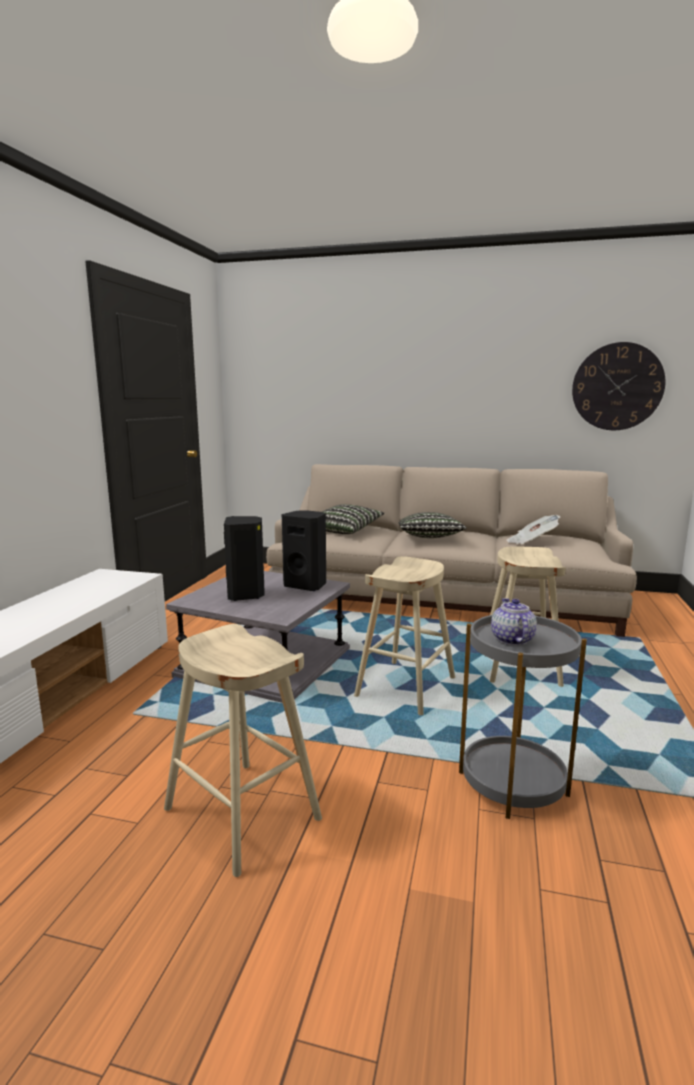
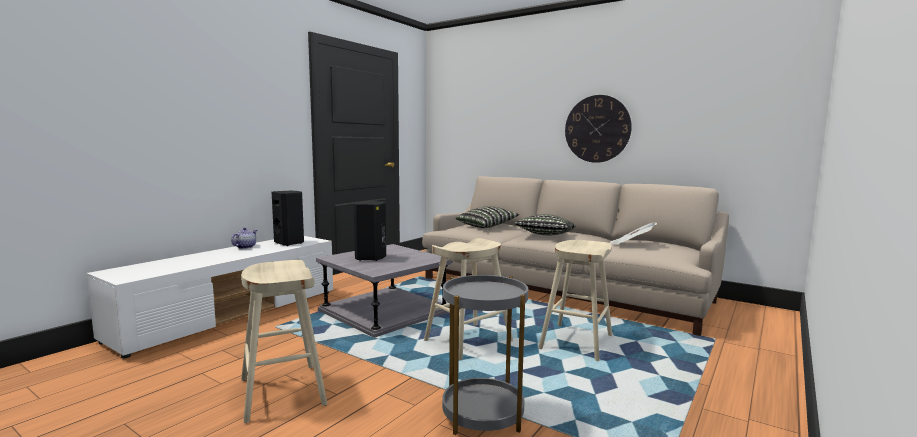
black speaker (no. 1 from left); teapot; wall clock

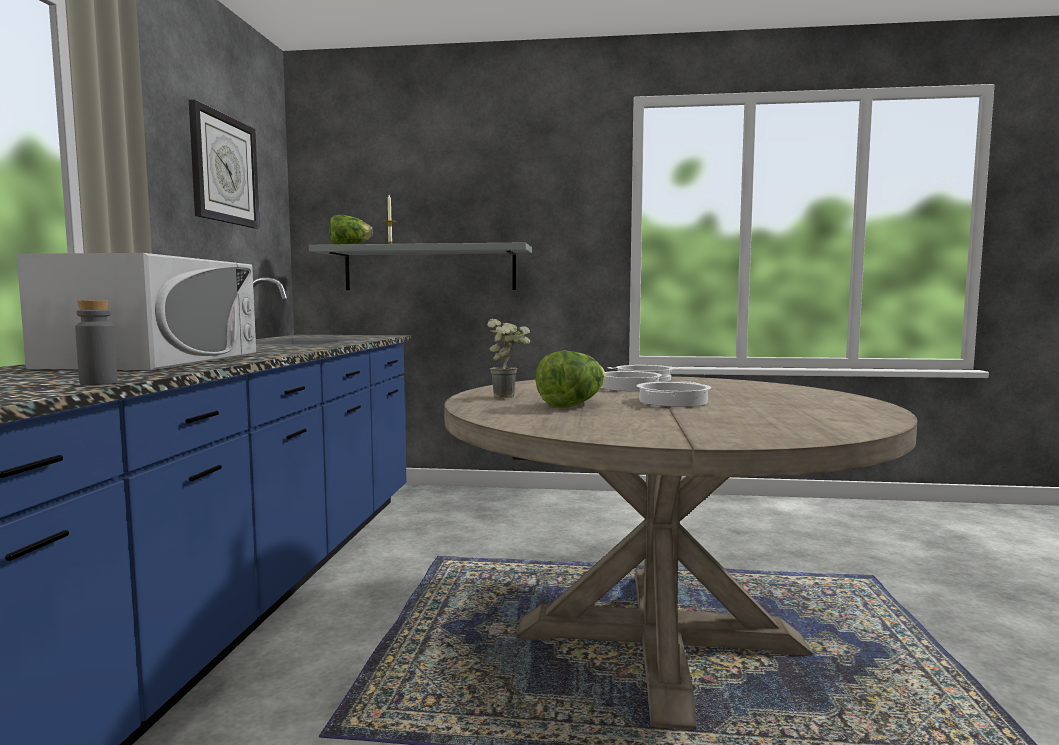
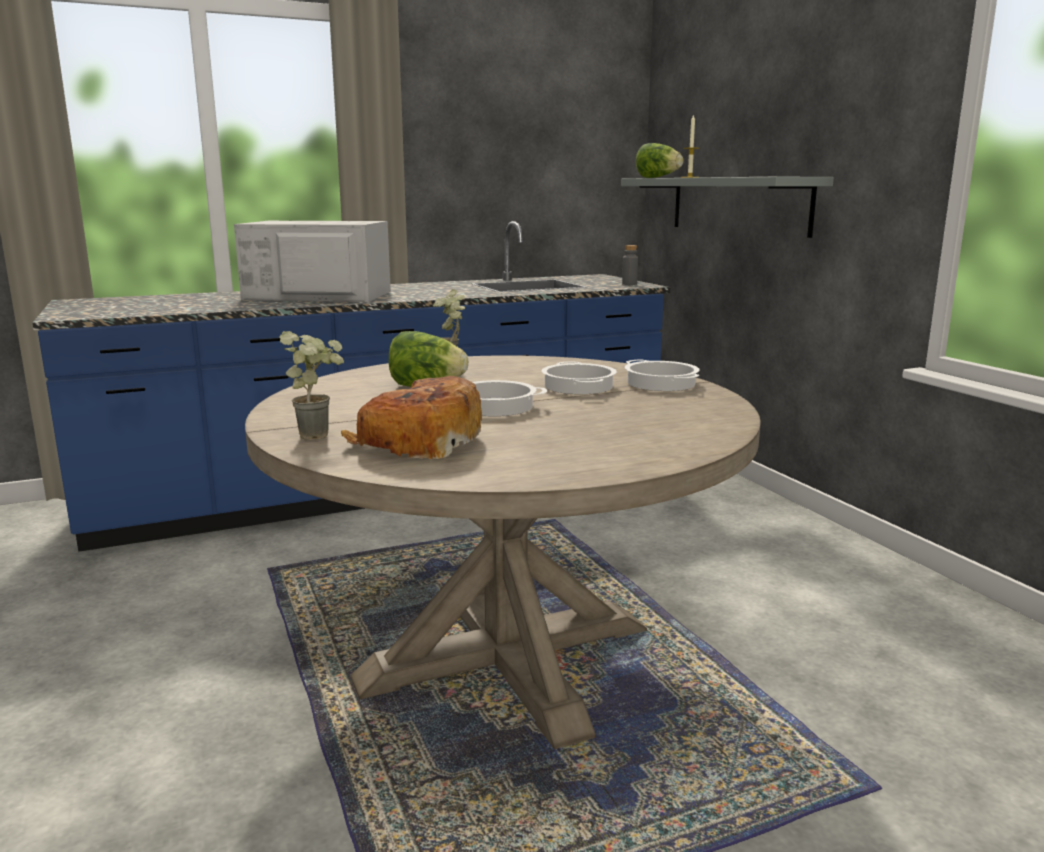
wall clock; potted plant (no. 1 from left); bread; grey bottle; white microwave

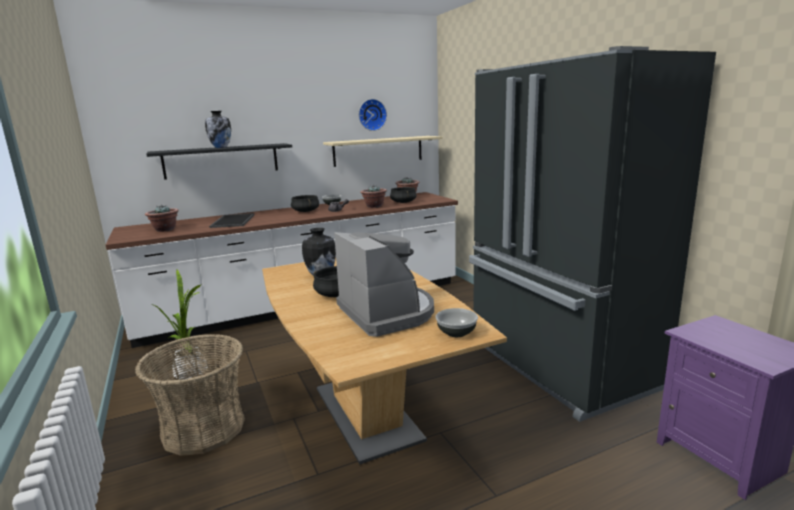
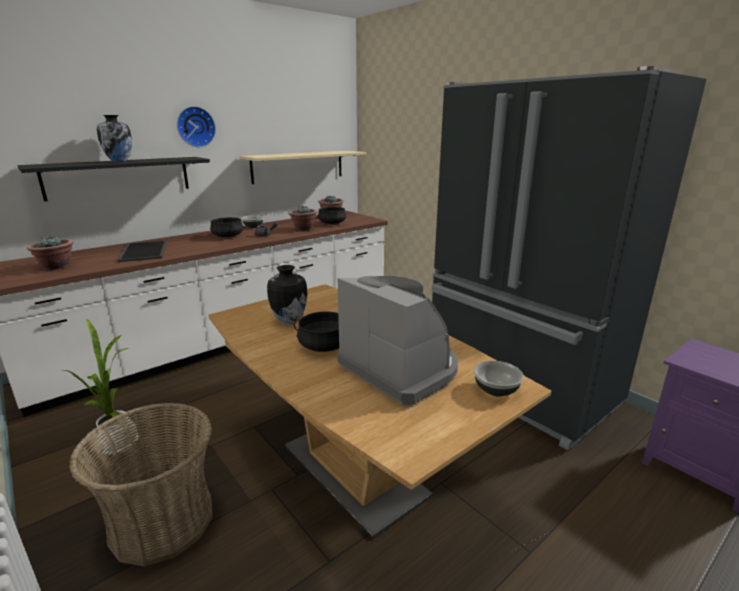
wall clock

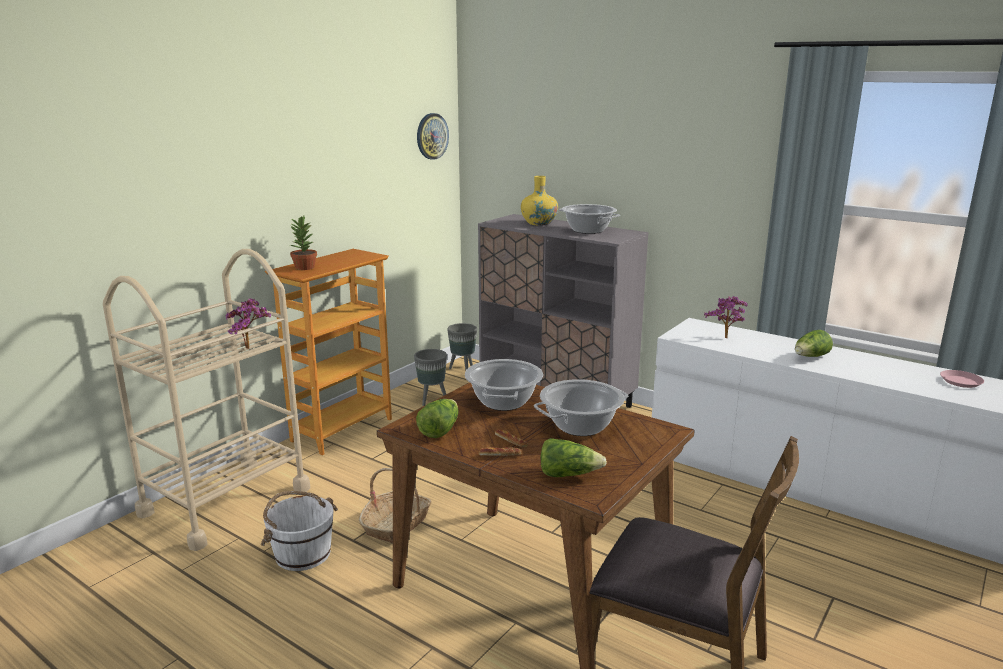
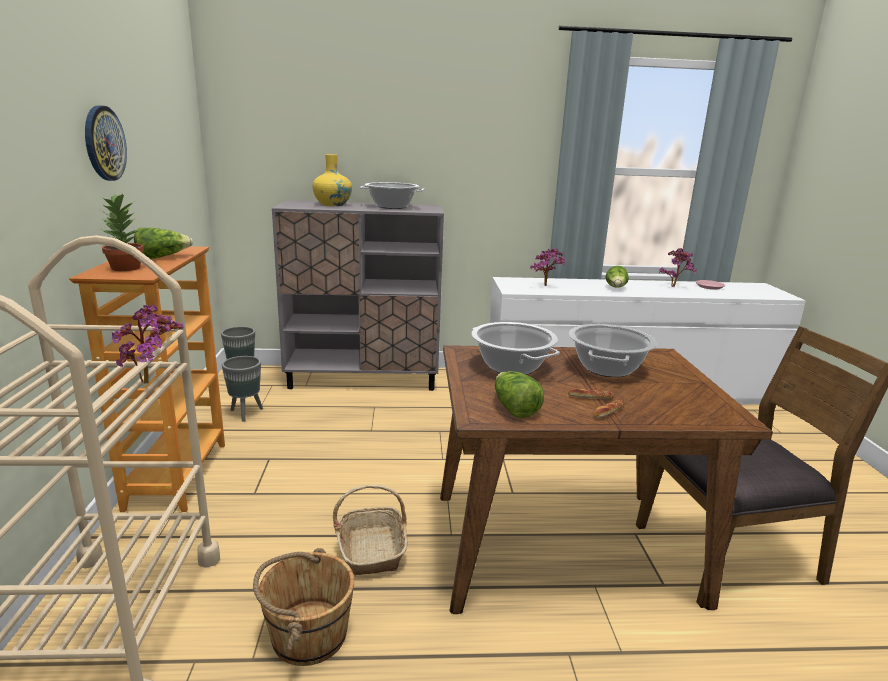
potted plant (no. 4 from left); wall clock; lettuce (no. 1 from left); brown bucket

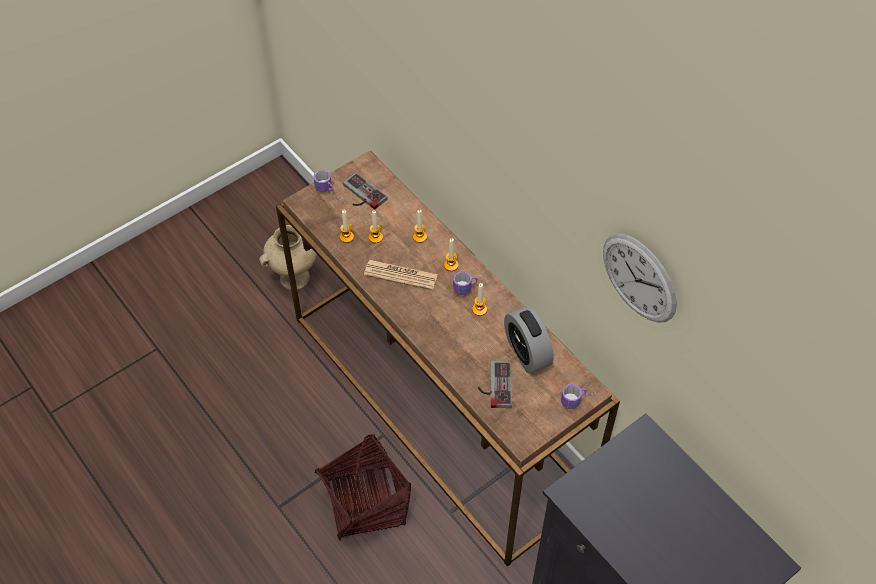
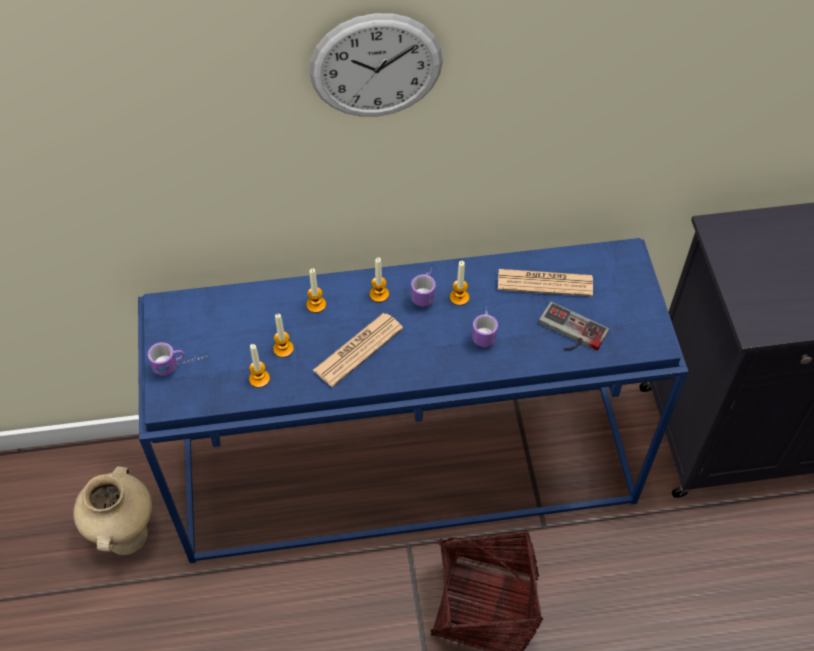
game controller (no. 1 from left in the first image); mug (no. 3 from left); wall clock; newspaper (no. 2 from left); blue console table

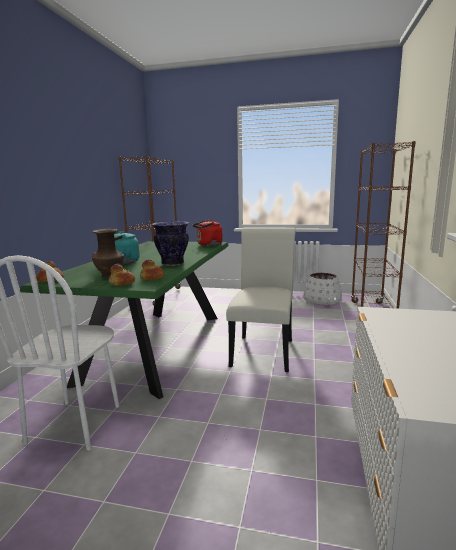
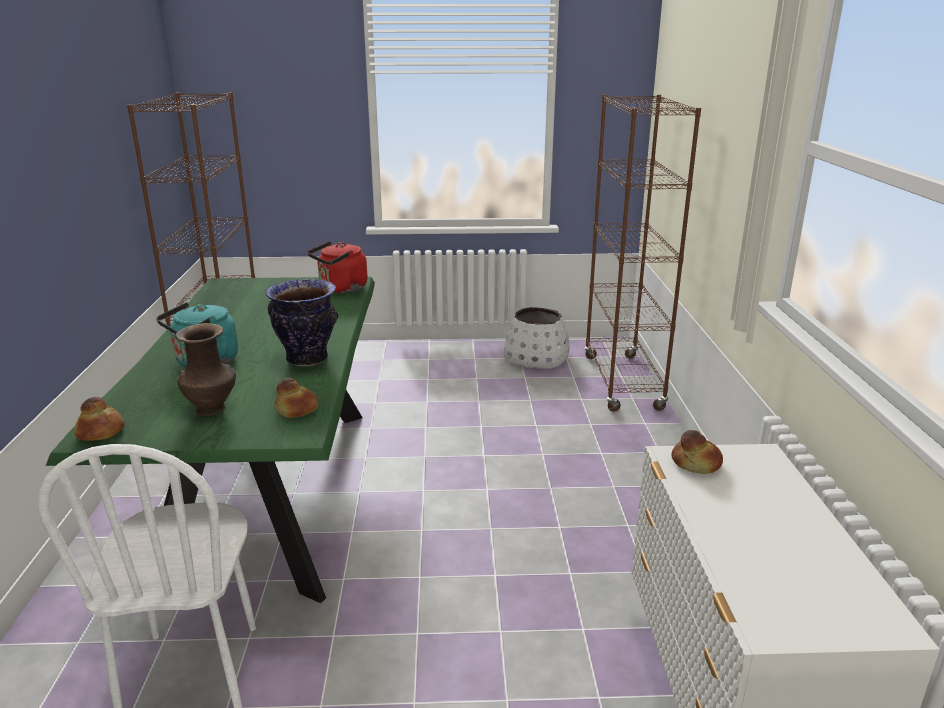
white chair (no. 2 from left in the first image); bread (no. 3 from left)

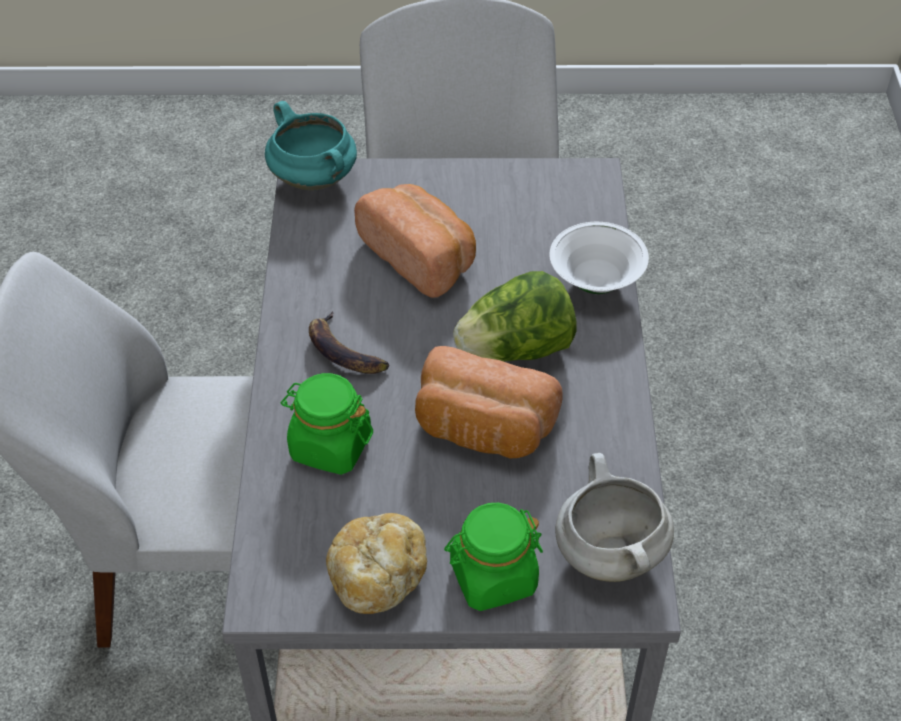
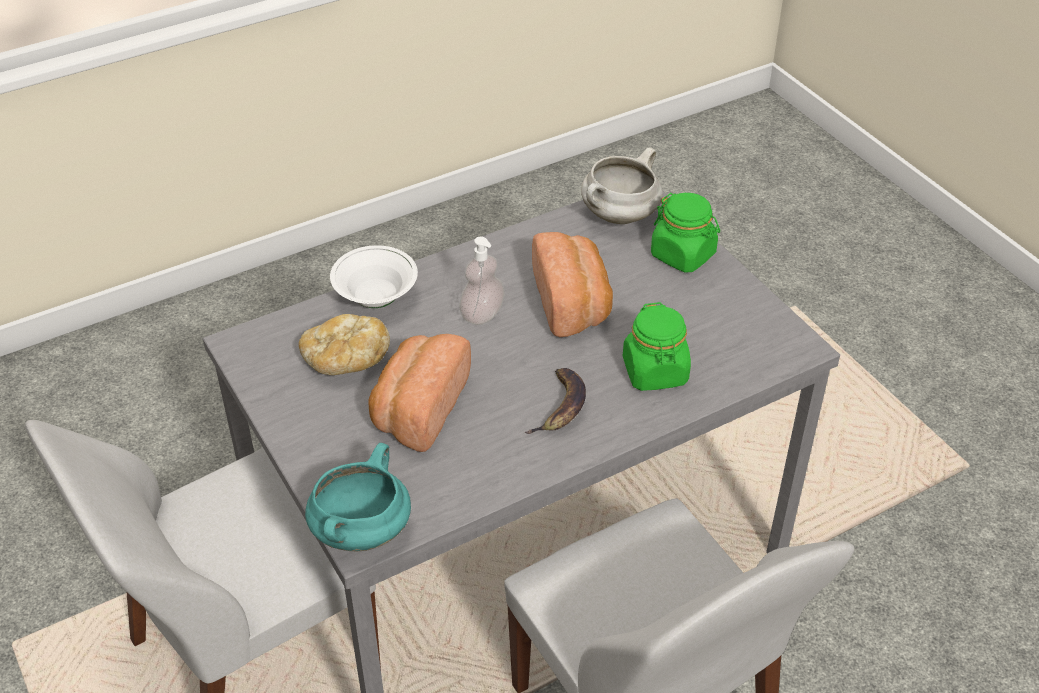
bread (no. 1 from left); soap dispenser

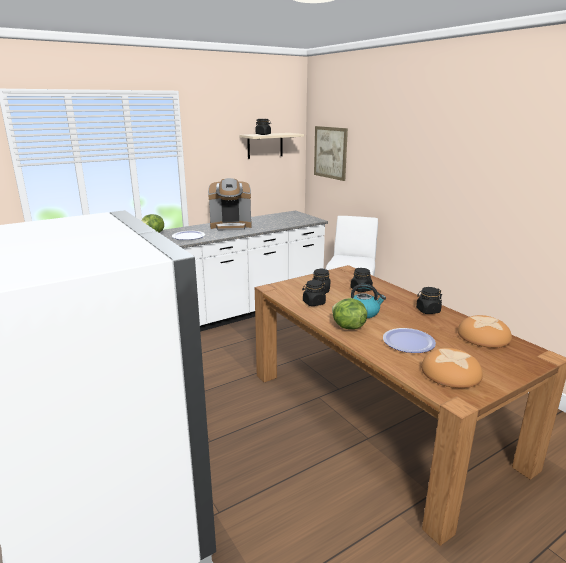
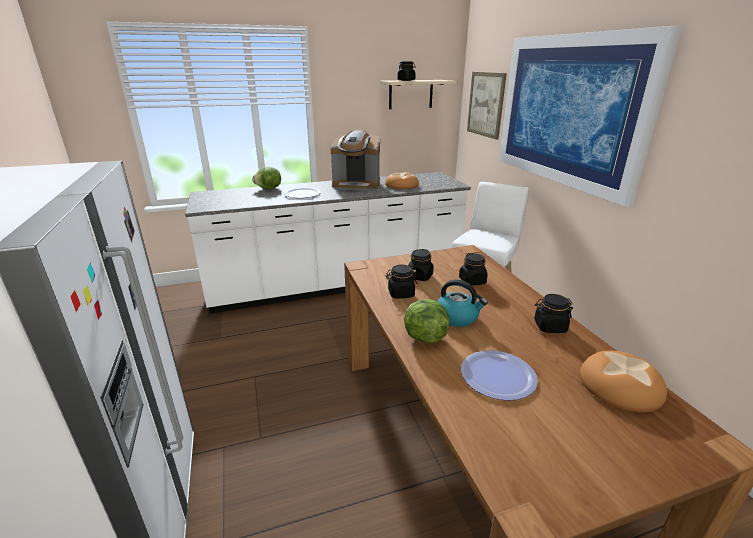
picture (no. 2 from left); bread (no. 1 from left)

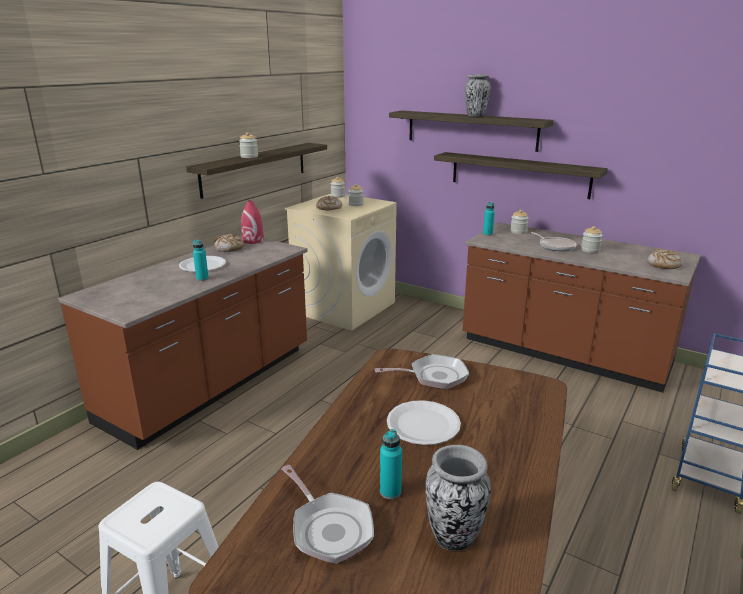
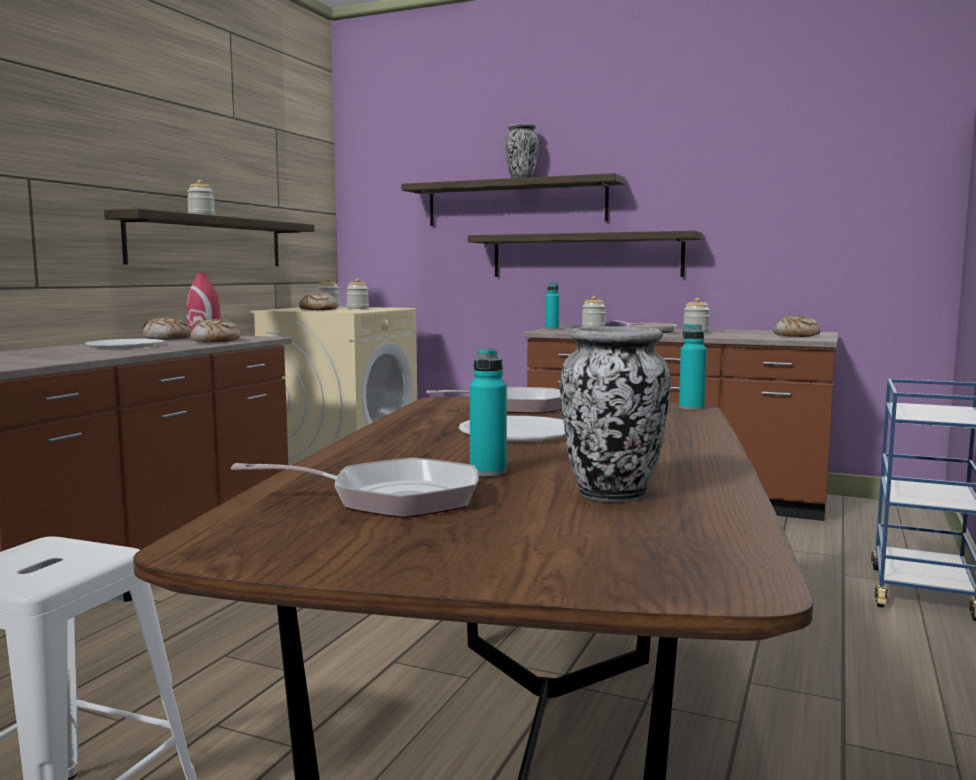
bread (no. 2 from left); turquoise bottle (no. 3 from left); frying pan (no. 1 from left)

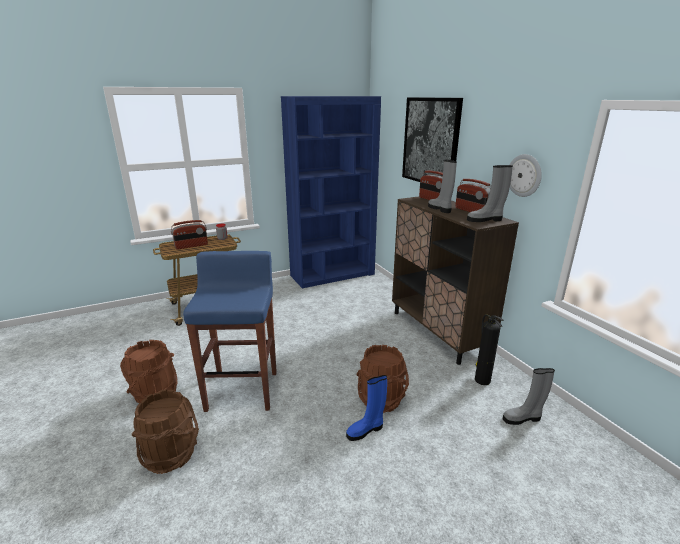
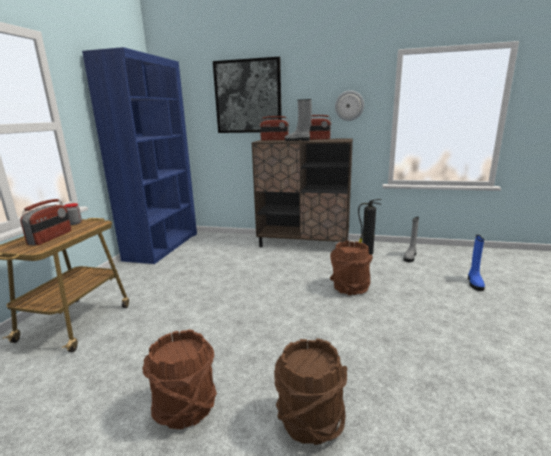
blue stool; grey boot (no. 2 from left in the first image); blue boot

